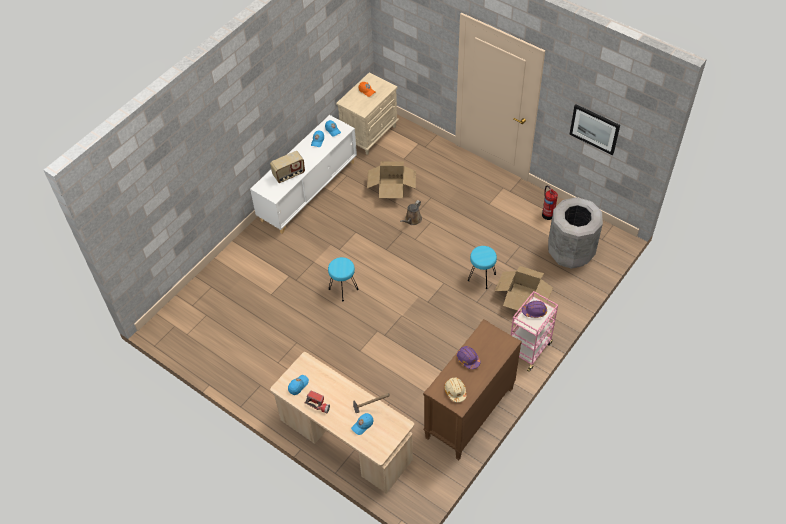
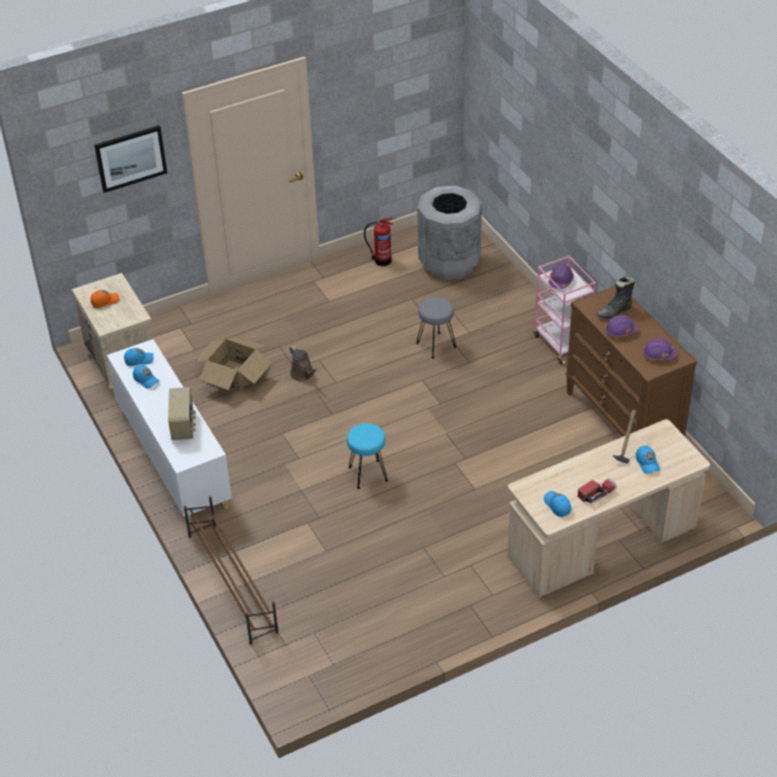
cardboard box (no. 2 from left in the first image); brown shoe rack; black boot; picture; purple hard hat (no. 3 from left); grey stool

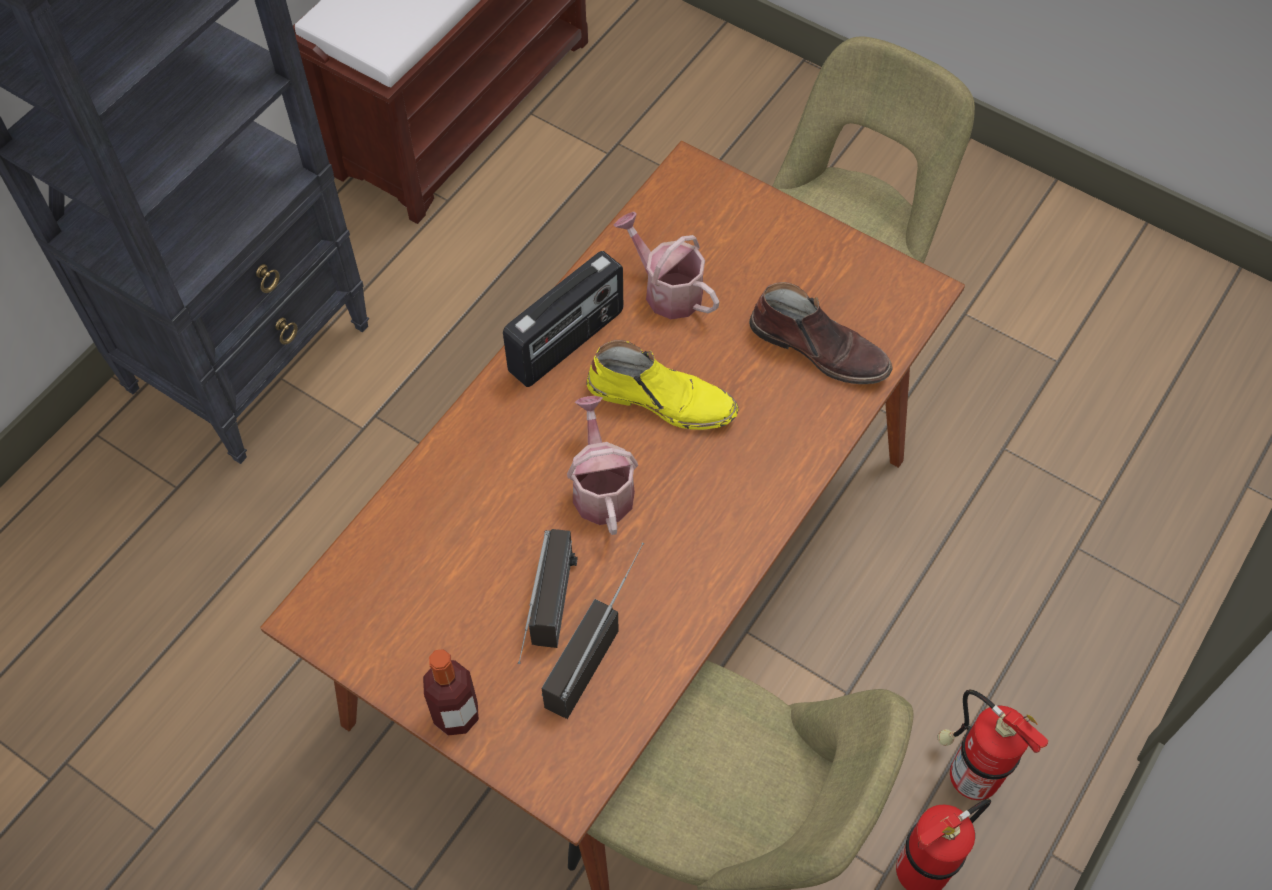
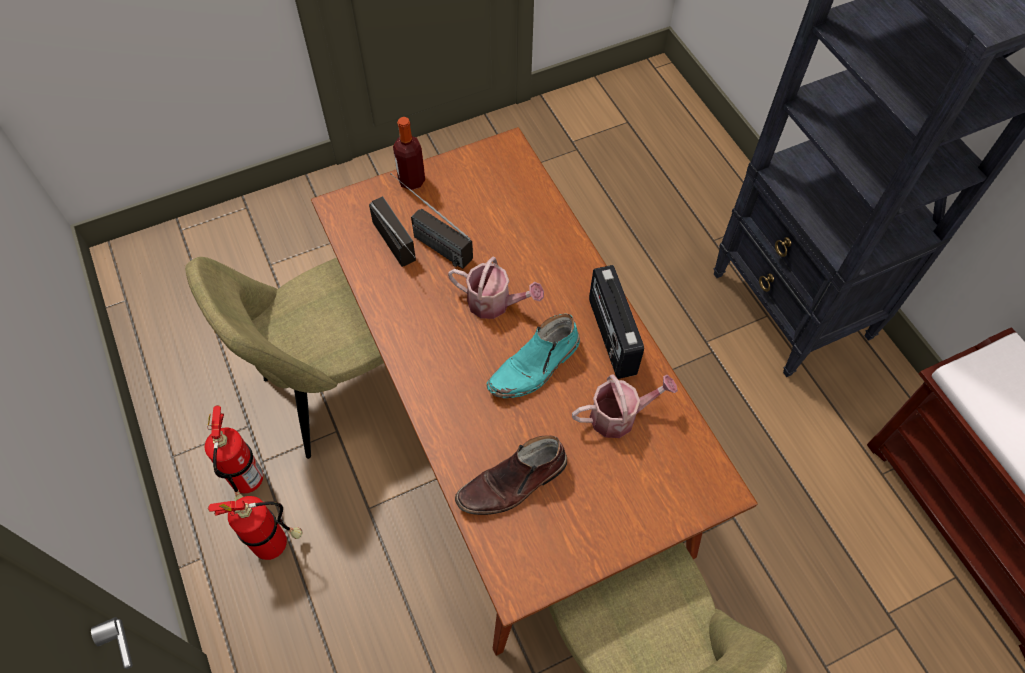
turquoise boot

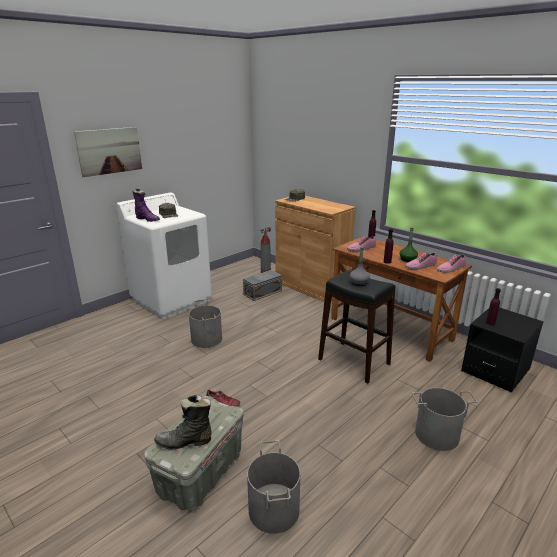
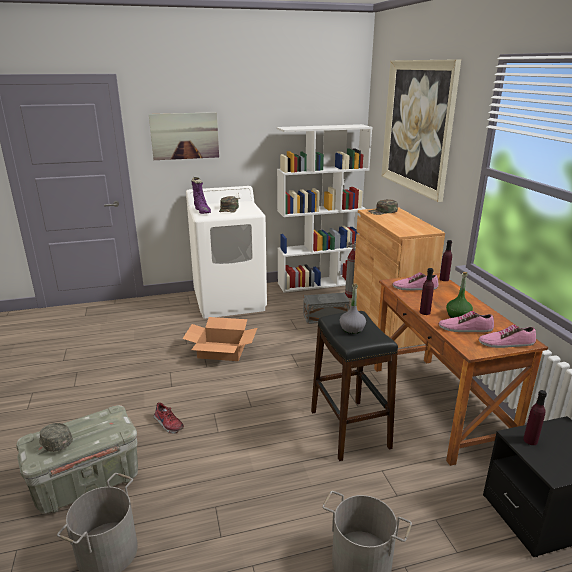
white bookcase; picture (no. 2 from left); grey cap; cardboard box

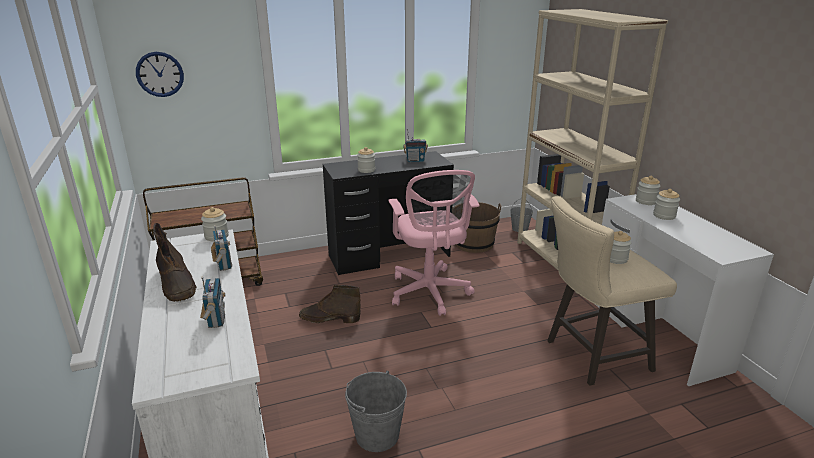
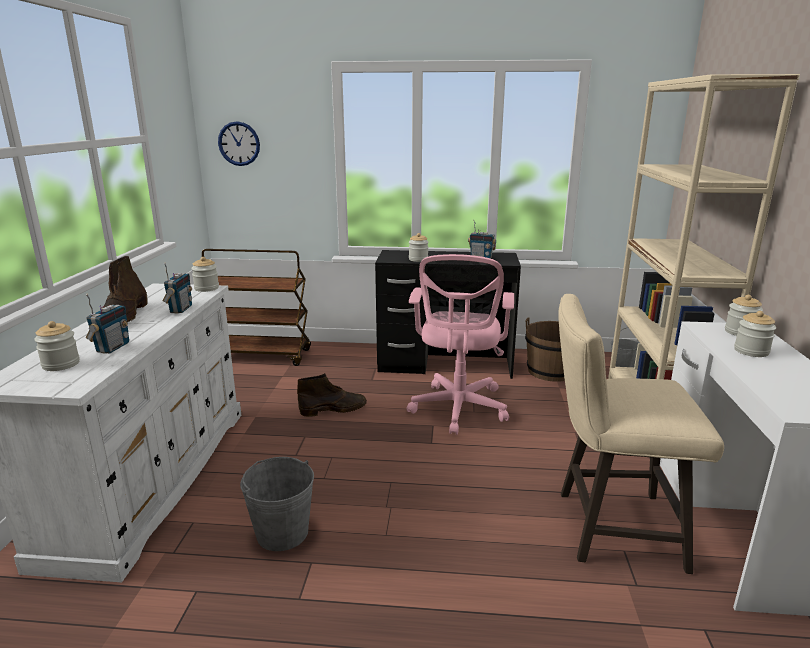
jar (no. 1 from left); brown boot (no. 2 from left)

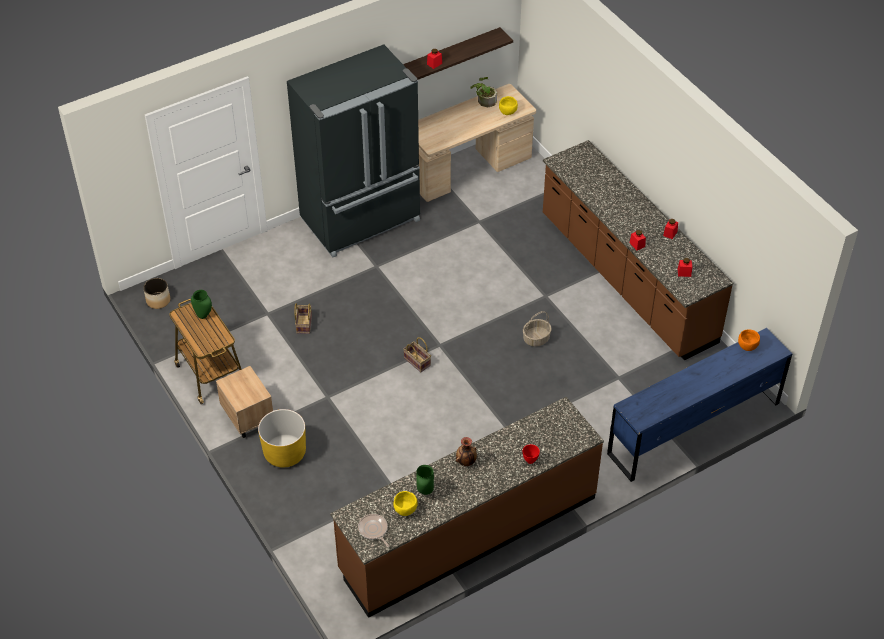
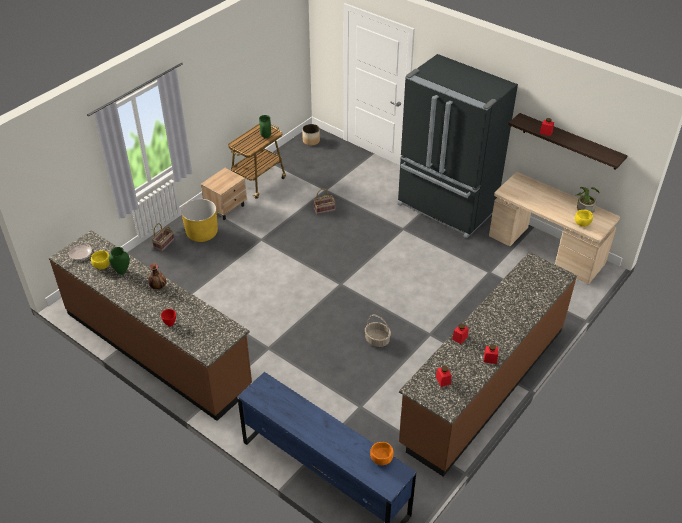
basket (no. 1 from left)

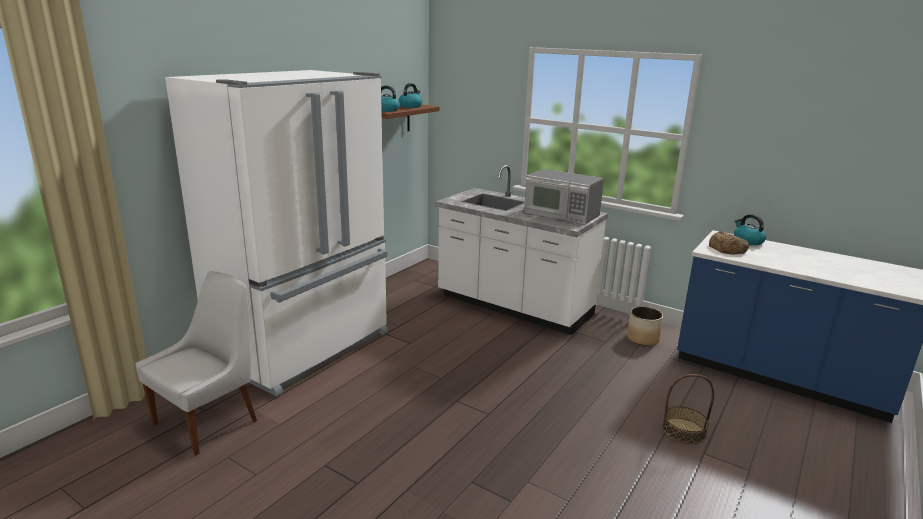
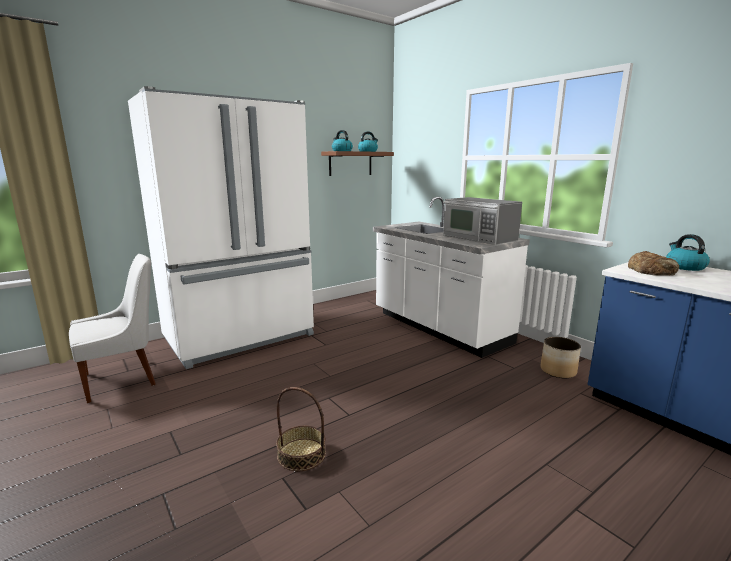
basket

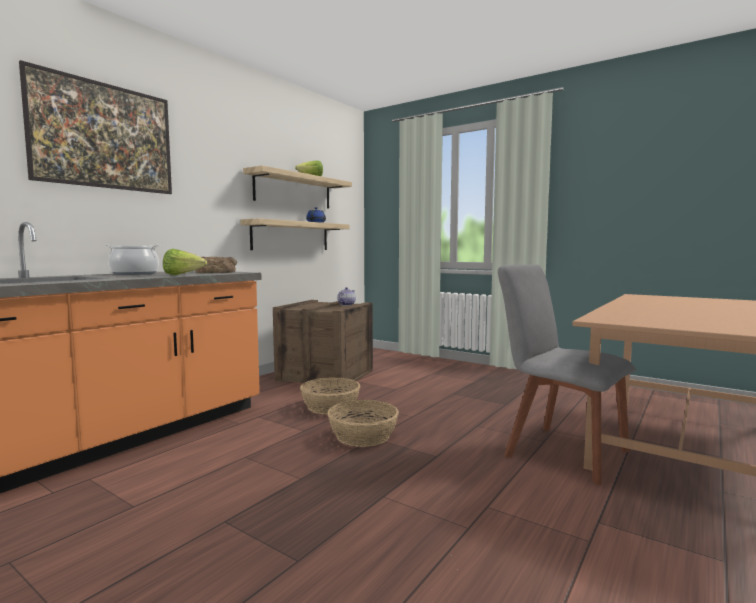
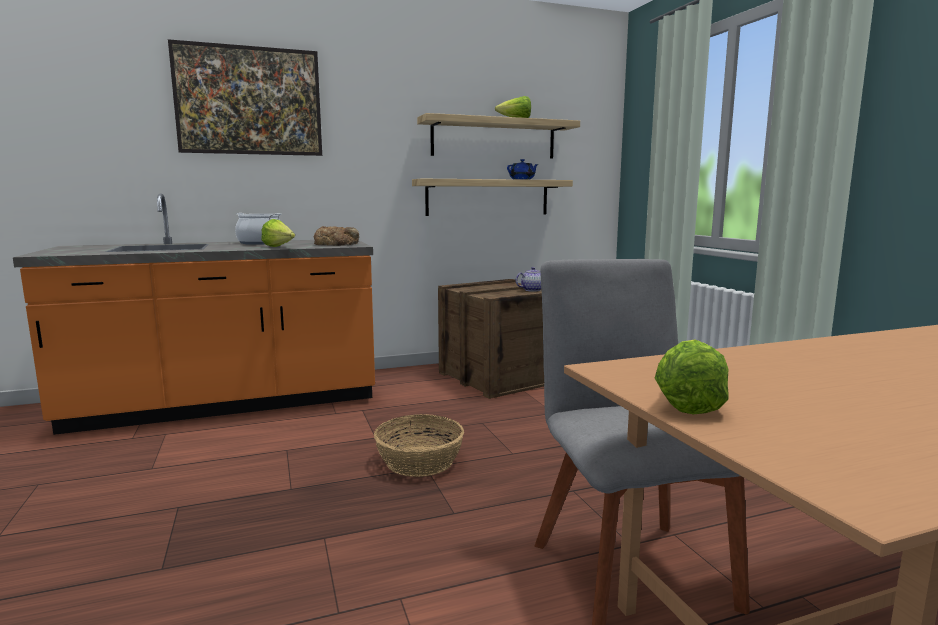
basket (no. 1 from left in the first image); lettuce (no. 3 from left)

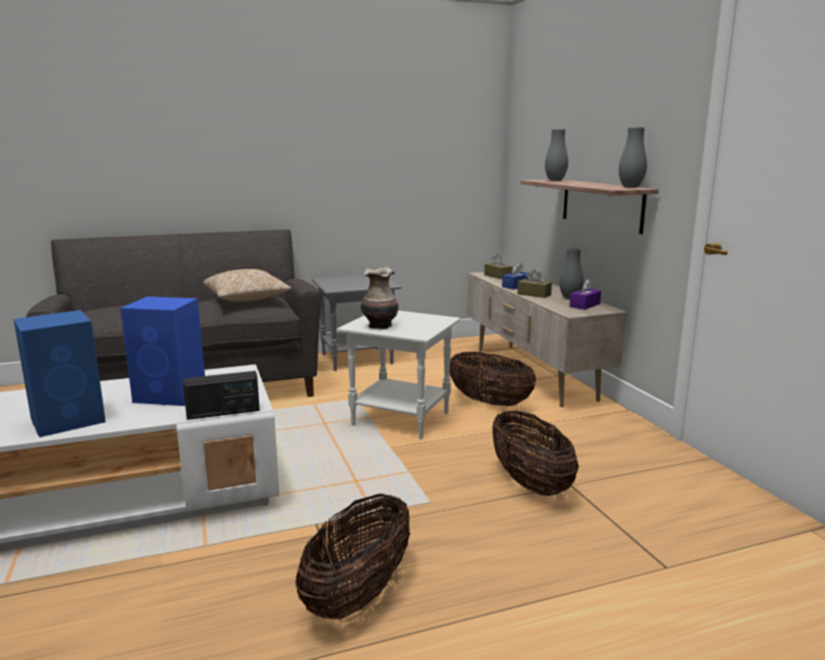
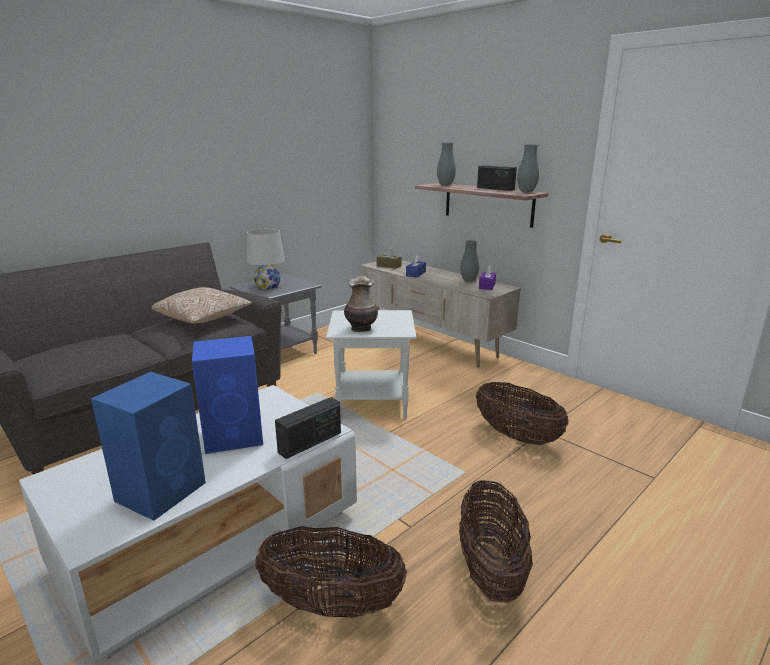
brown tissue box (no. 2 from left in the first image); white table lamp; radio (no. 2 from left); basket (no. 1 from left)

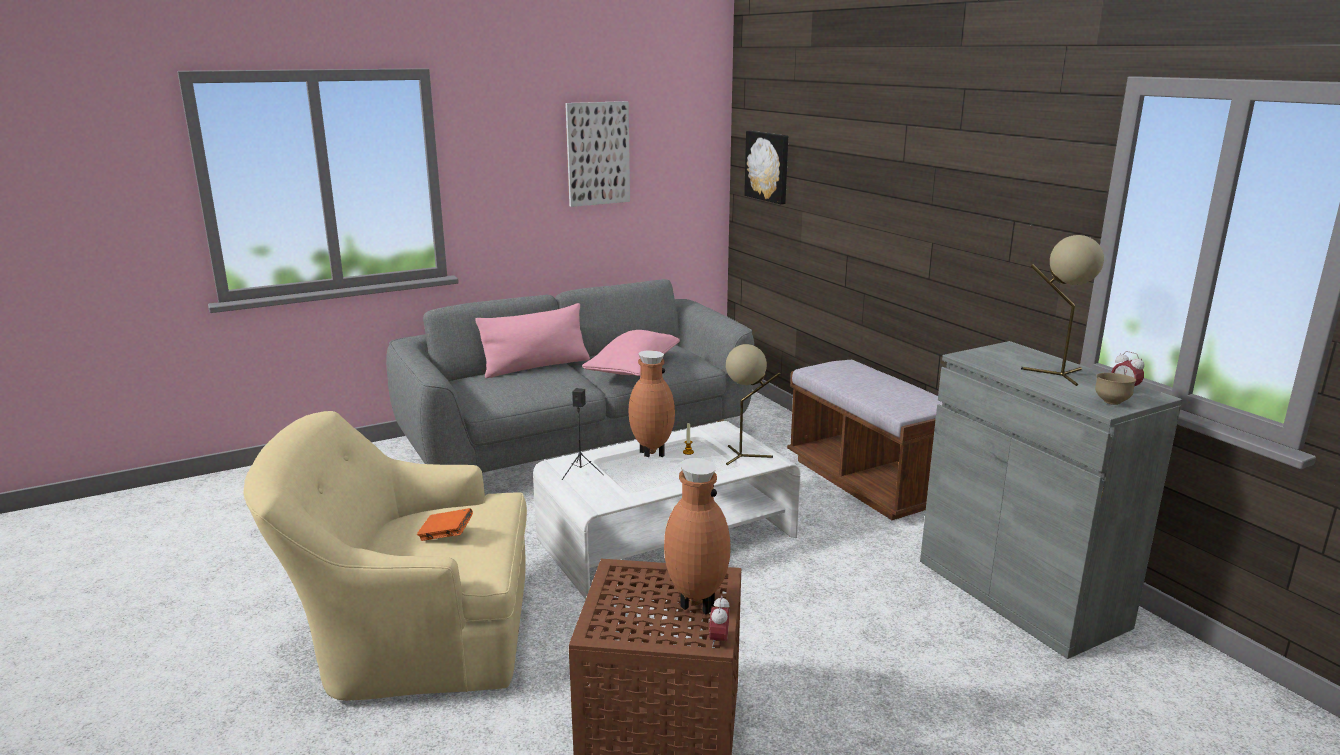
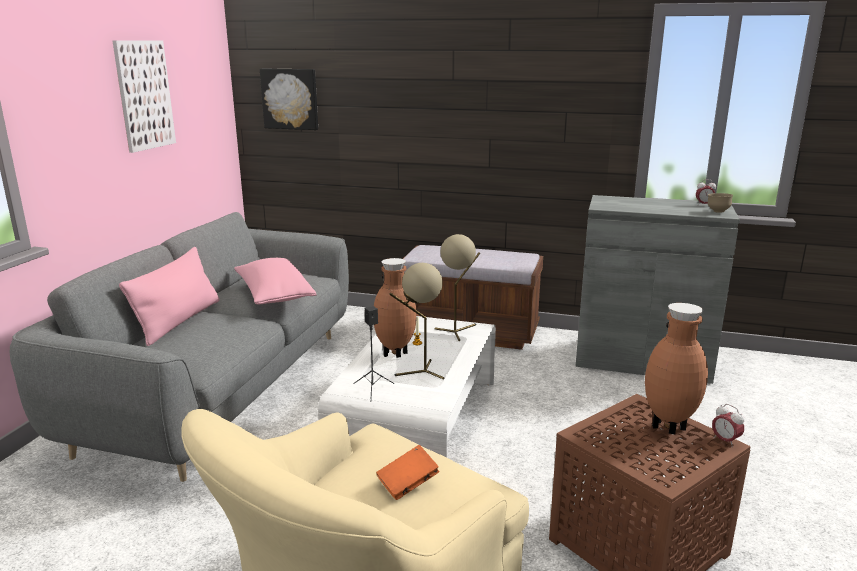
beige table lamp (no. 1 from left)

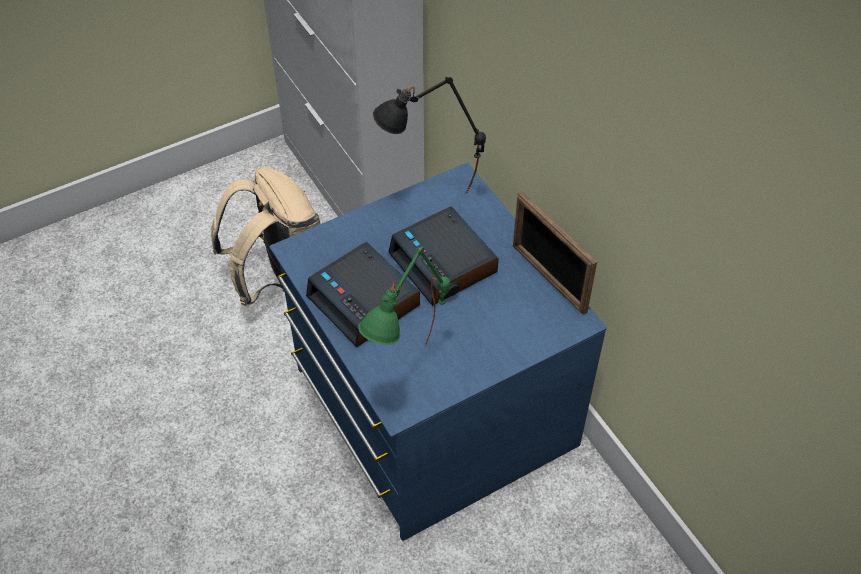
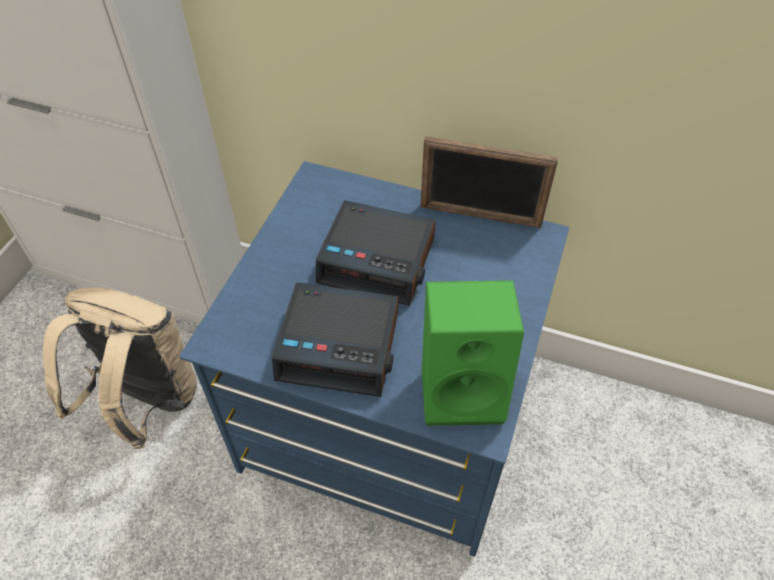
black table lamp; green speaker

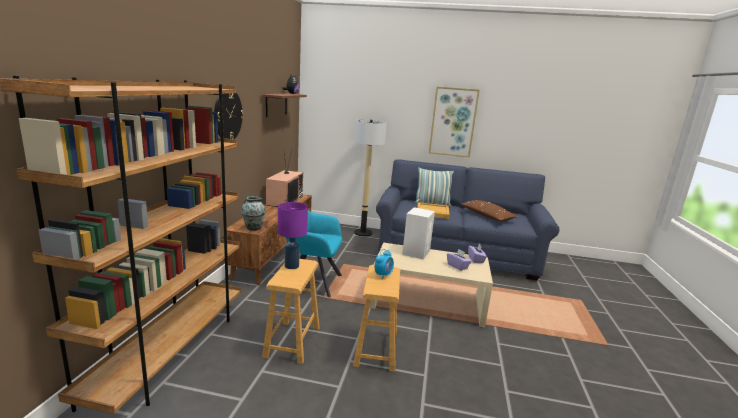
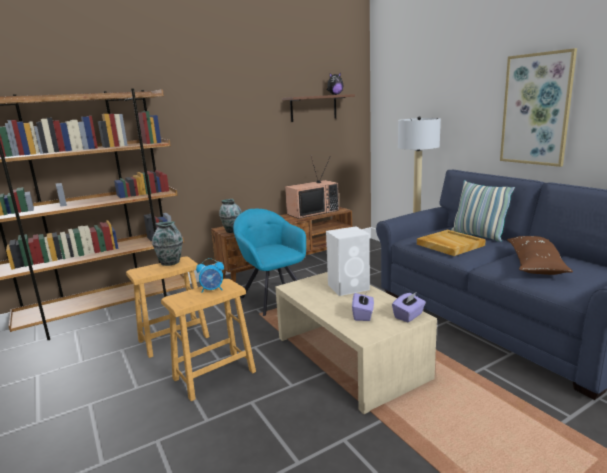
wall clock; vase (no. 1 from left)

